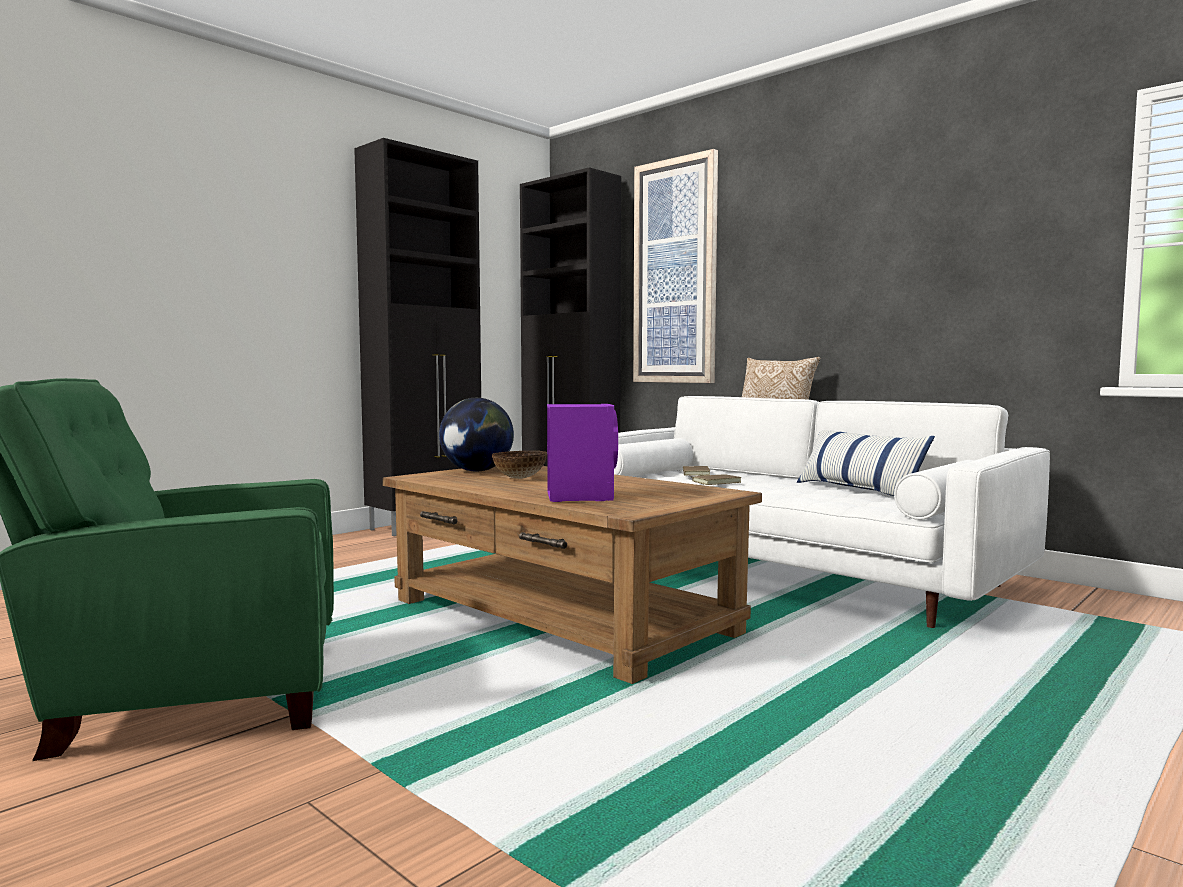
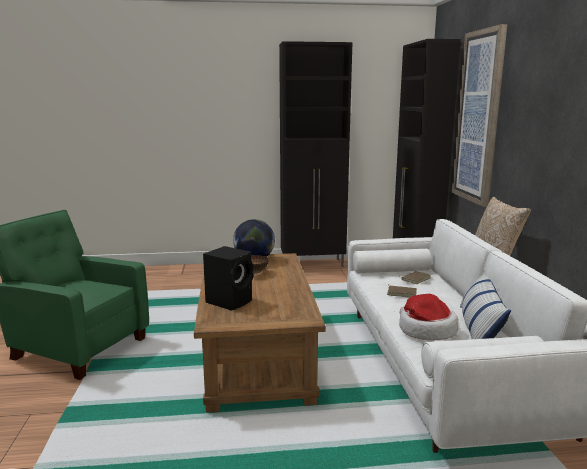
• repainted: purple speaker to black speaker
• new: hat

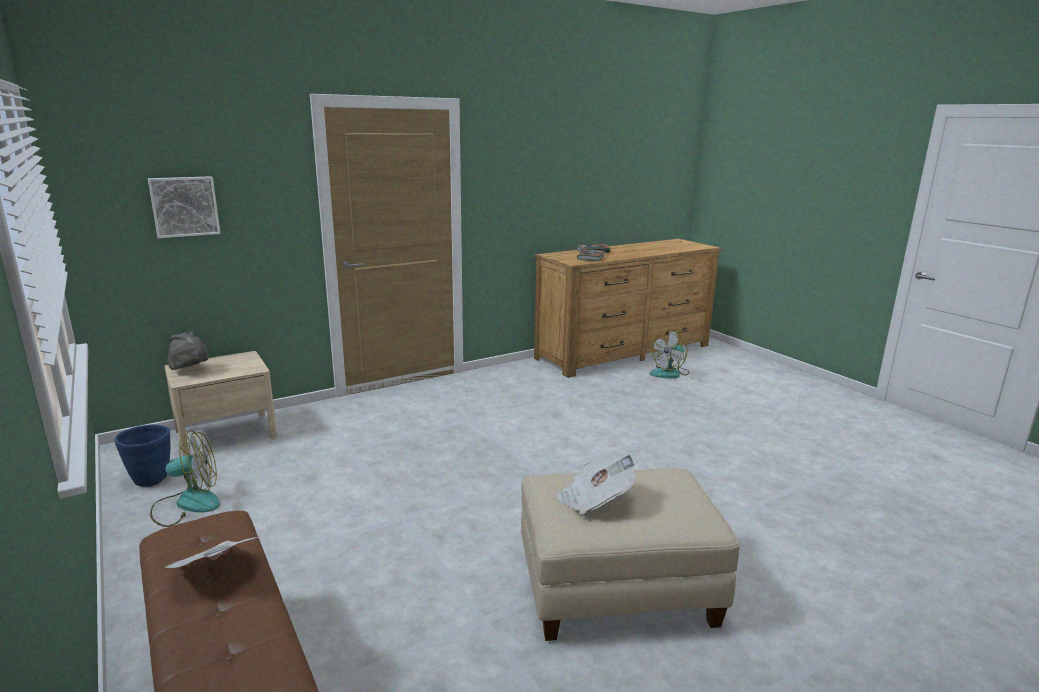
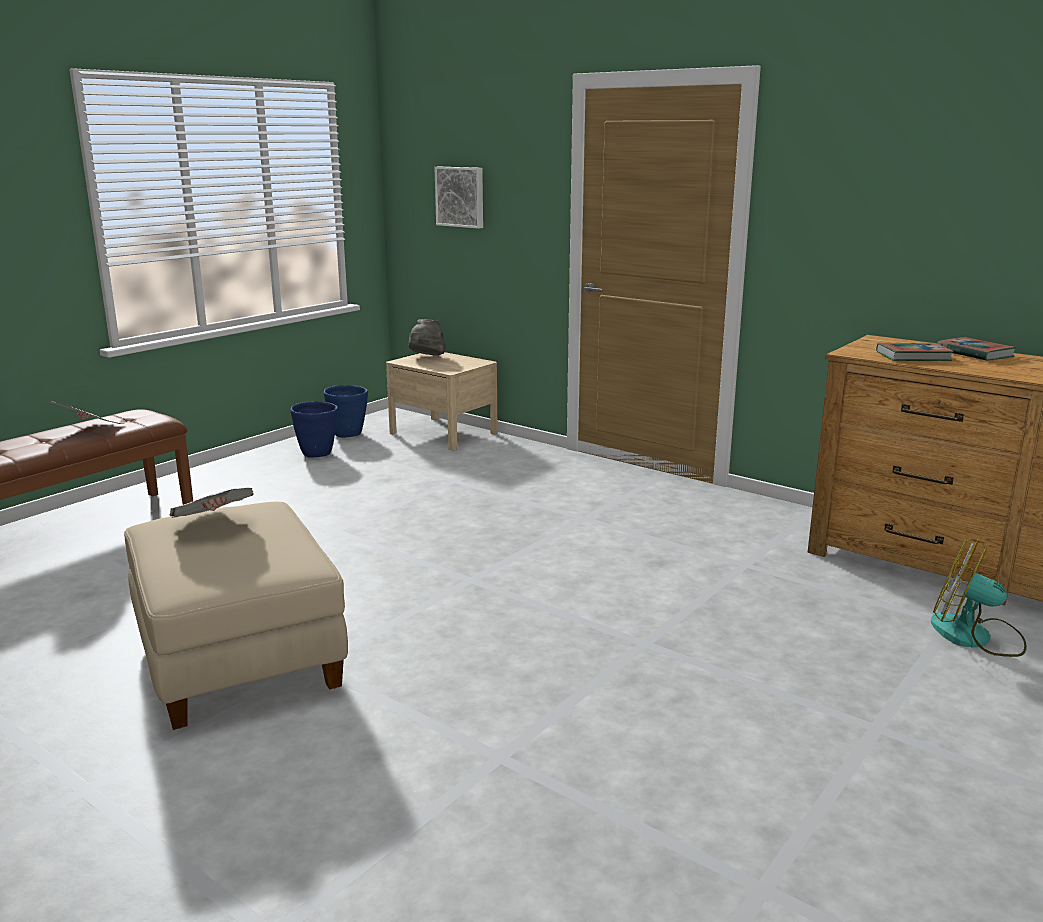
• swapped: fan (no. 1 from left) to blue planter (no. 1 from left)

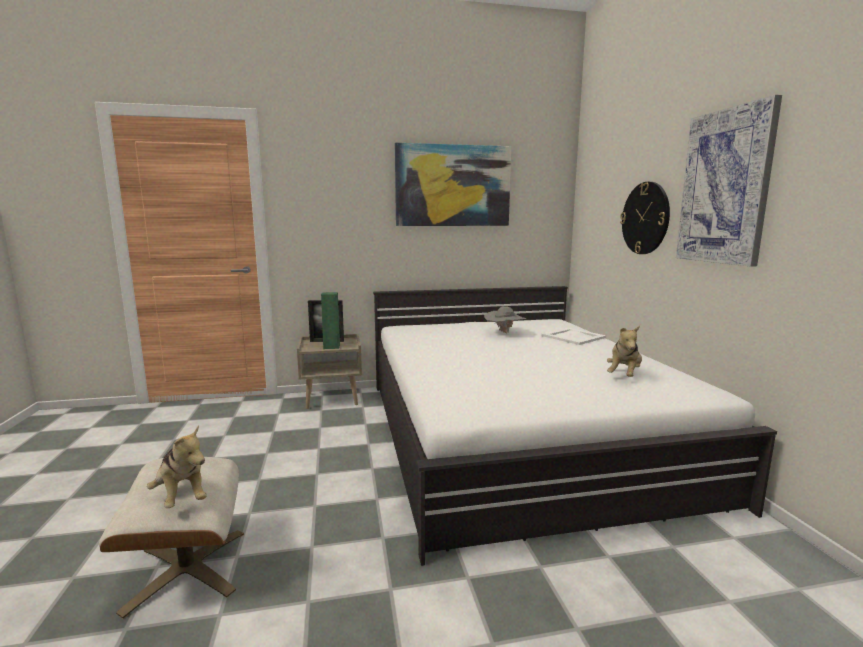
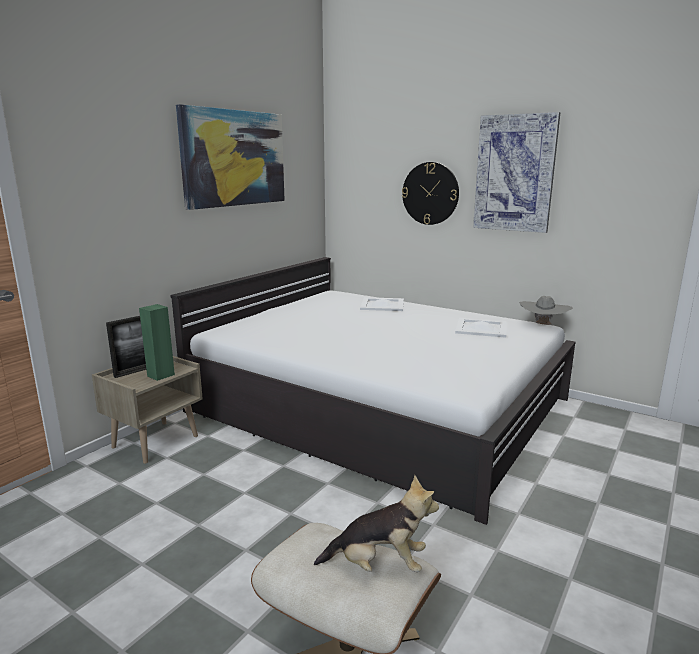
• swapped: plush toy (no. 2 from left) to white tray (no. 2 from left)
• shifted: grey hat

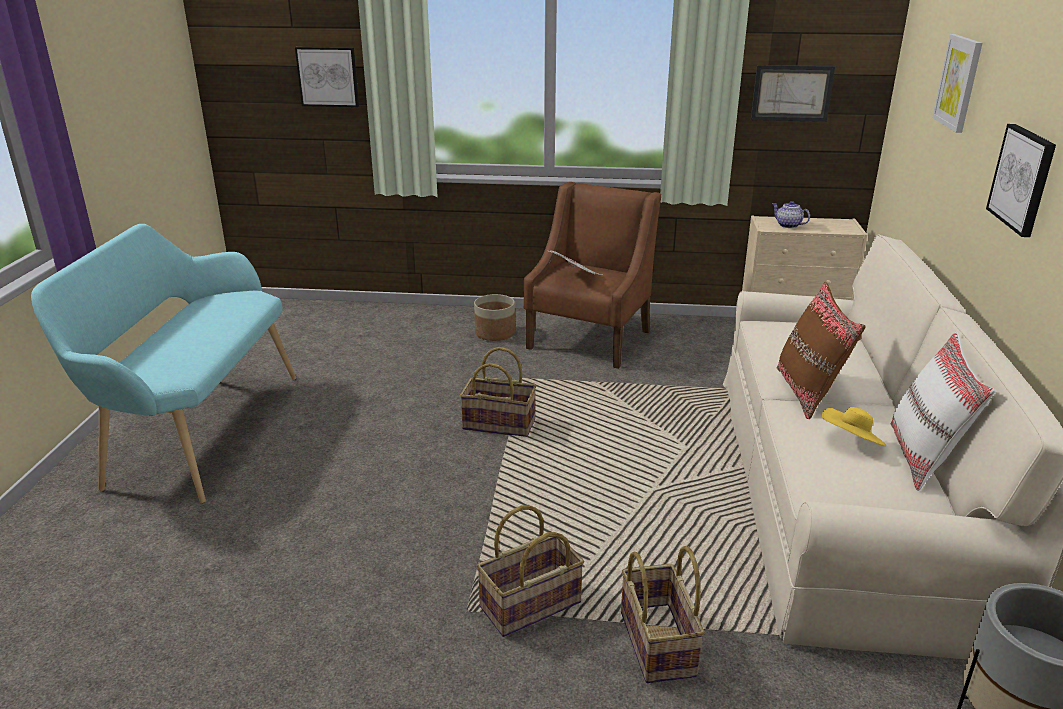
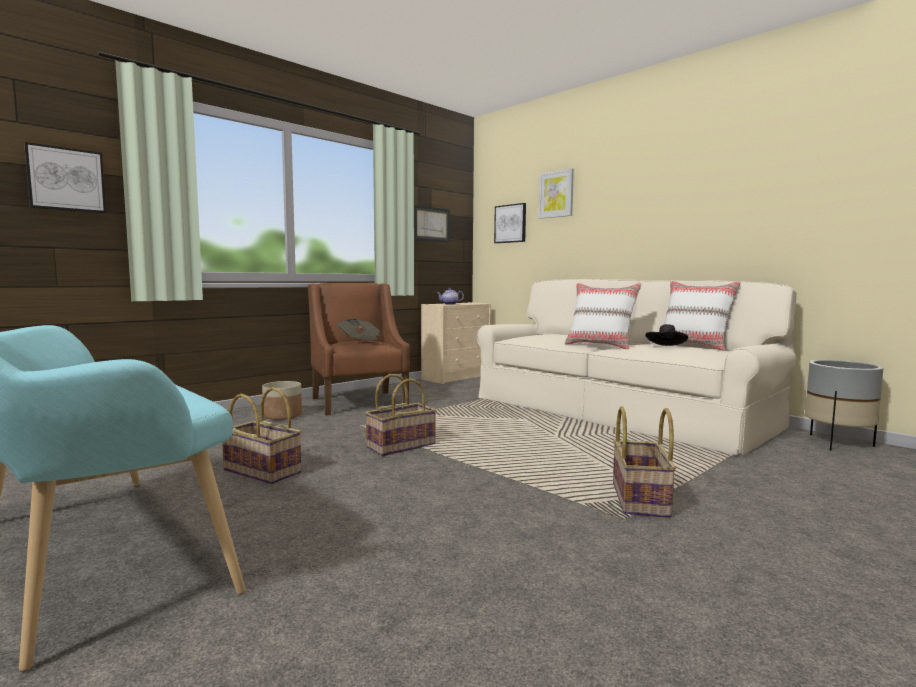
• shifted: basket (no. 3 from left in the first image) to basket (no. 1 from left)
• shifted: picture (no. 4 from left in the first image) to picture (no. 3 from left)
• repainted: brown pillow to white pillow (no. 1 from left)
• repainted: yellow hat to black hat

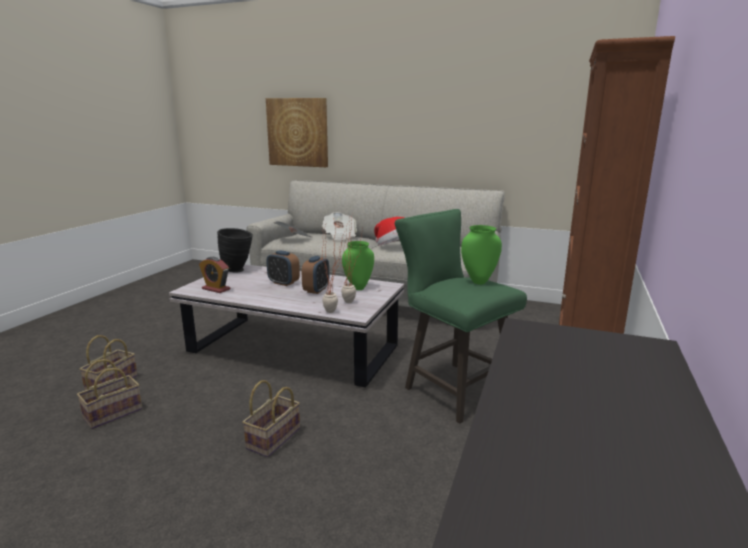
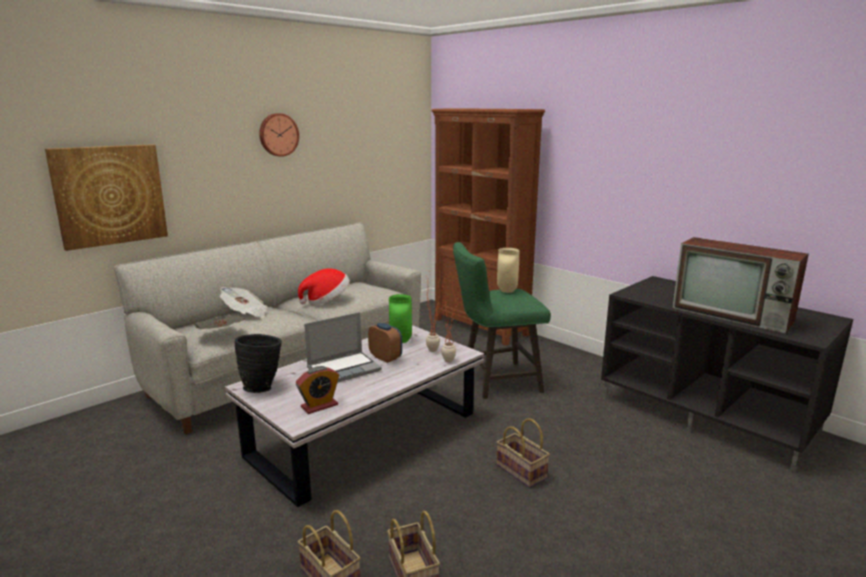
• new: wall clock
• swapped: alarm clock (no. 2 from left) to laptop
• repainted: green vase (no. 2 from left) to beige vase
• new: television

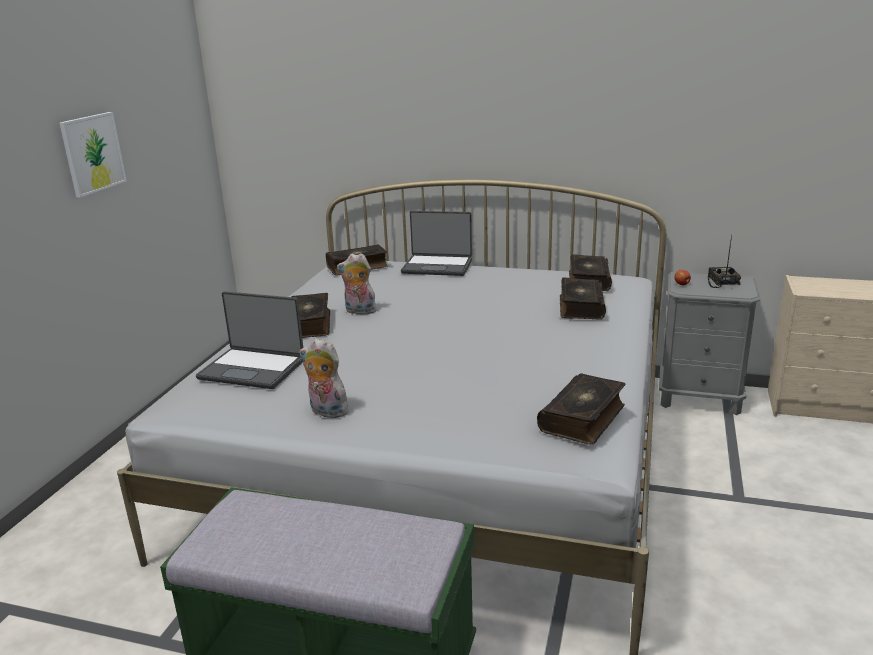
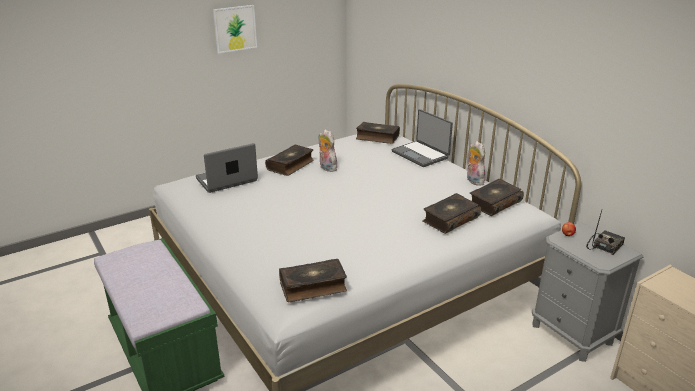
• rotated: laptop (no. 1 from left) 90 degrees clockwise
• shifted: plush toy (no. 1 from left in the first image) to plush toy (no. 2 from left)

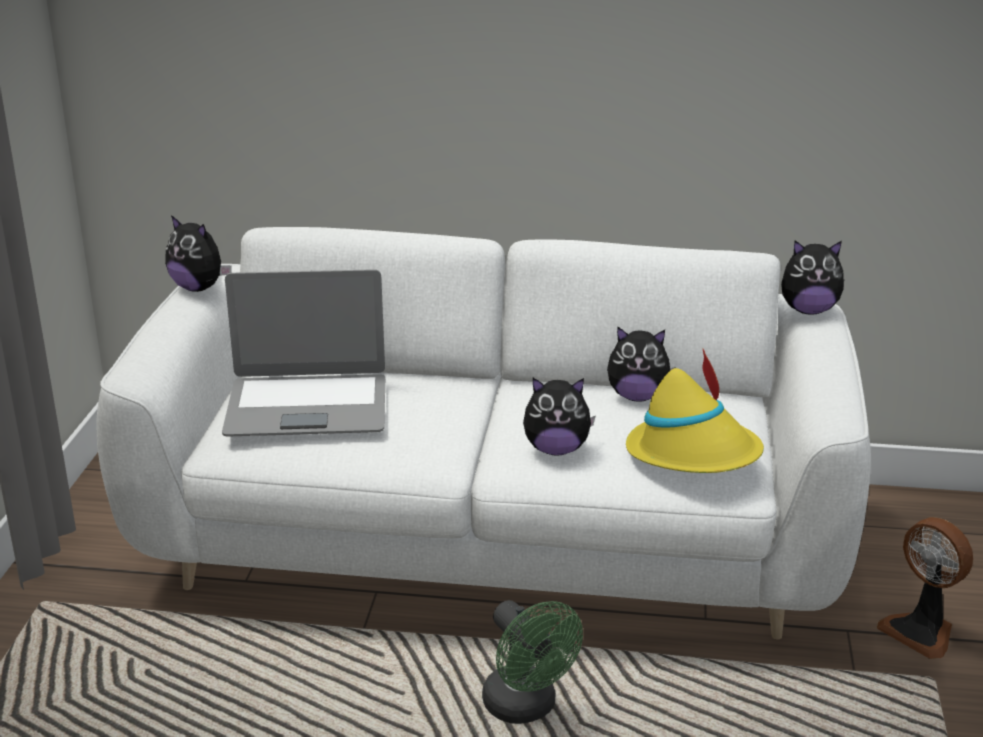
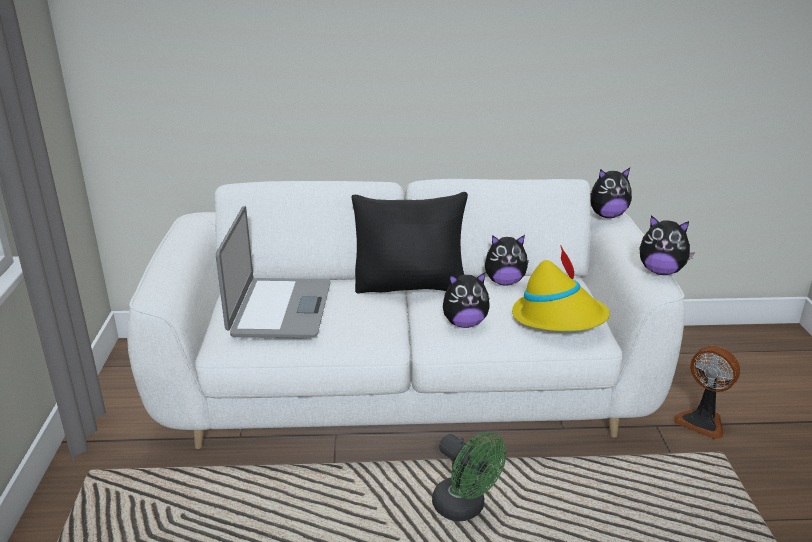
• rotated: laptop 75 degrees counterclockwise
• new: black pillow
• shifted: plush toy (no. 1 from left in the first image) to plush toy (no. 4 from left)

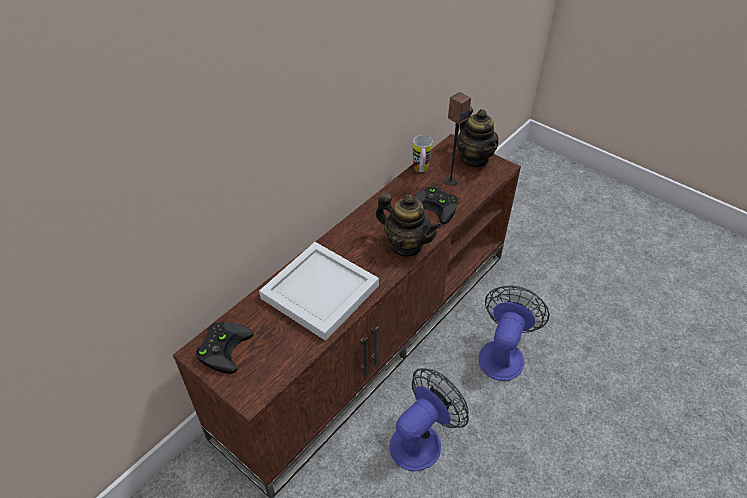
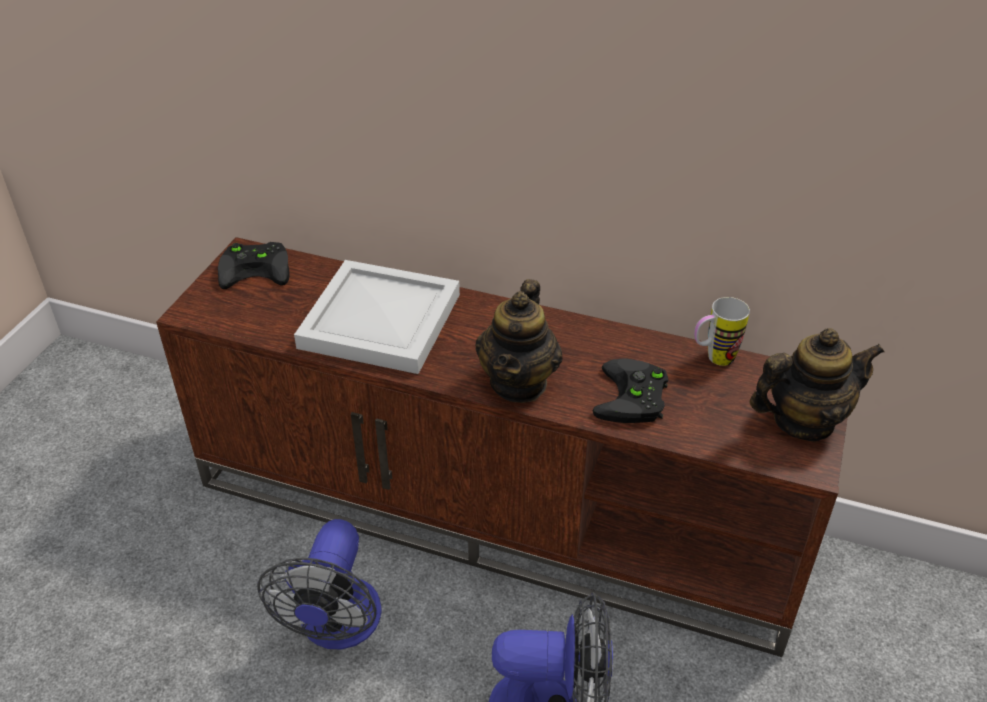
• rotated: fan (no. 1 from left) 75 degrees clockwise
• rotated: teapot (no. 2 from left) 150 degrees counterclockwise
• gone: speaker

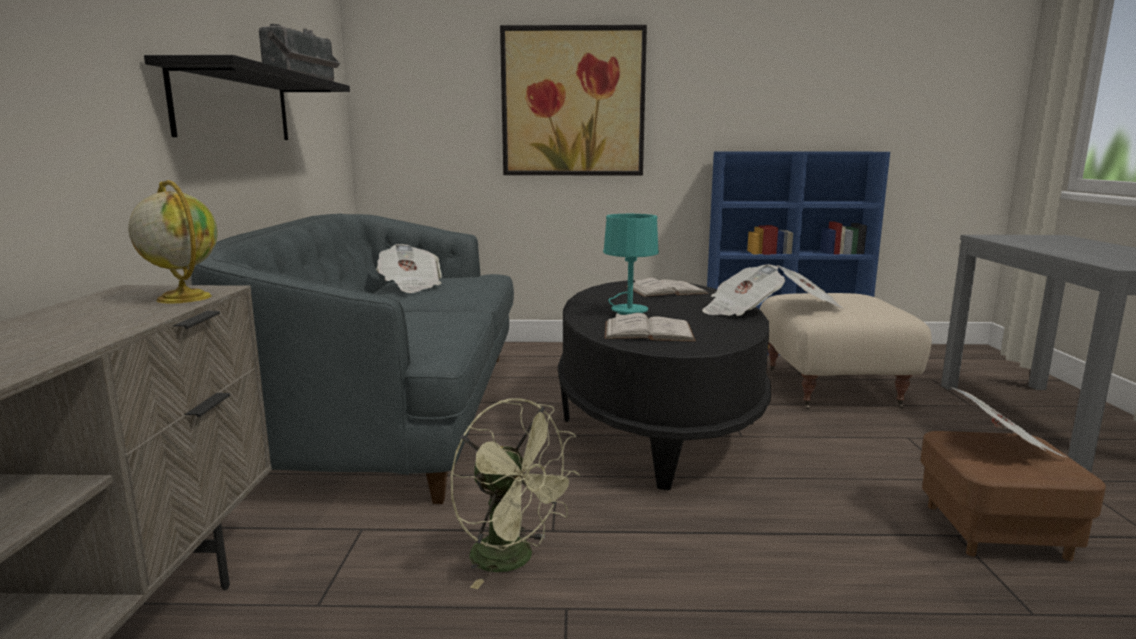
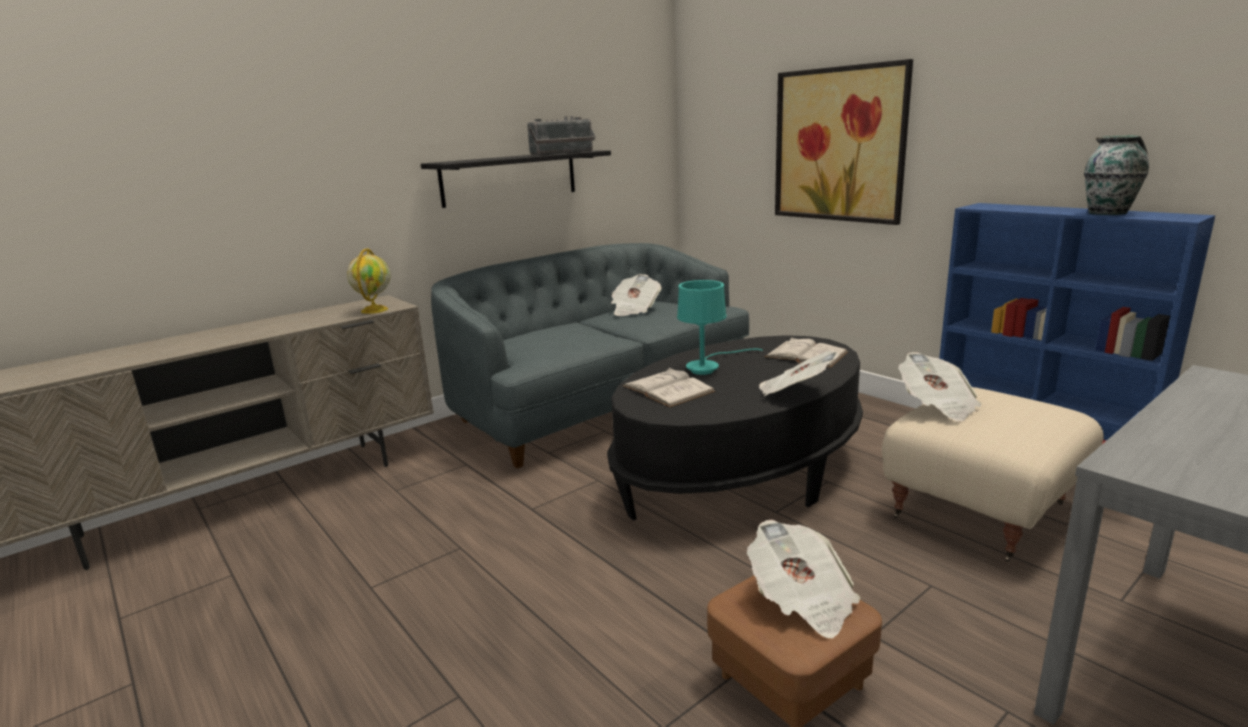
• new: vase
• gone: green fan

